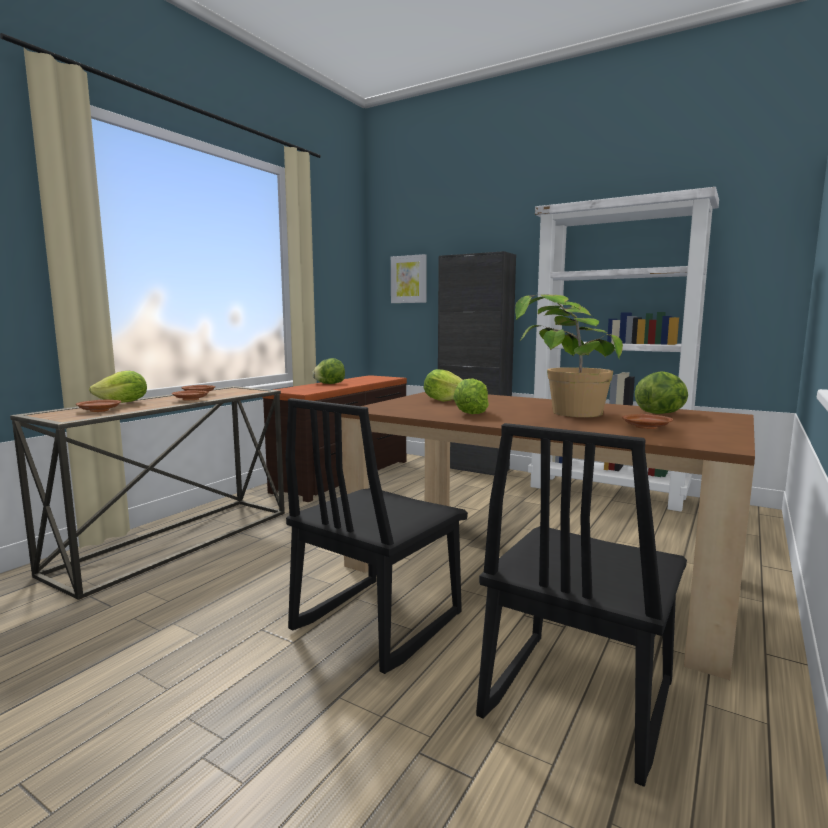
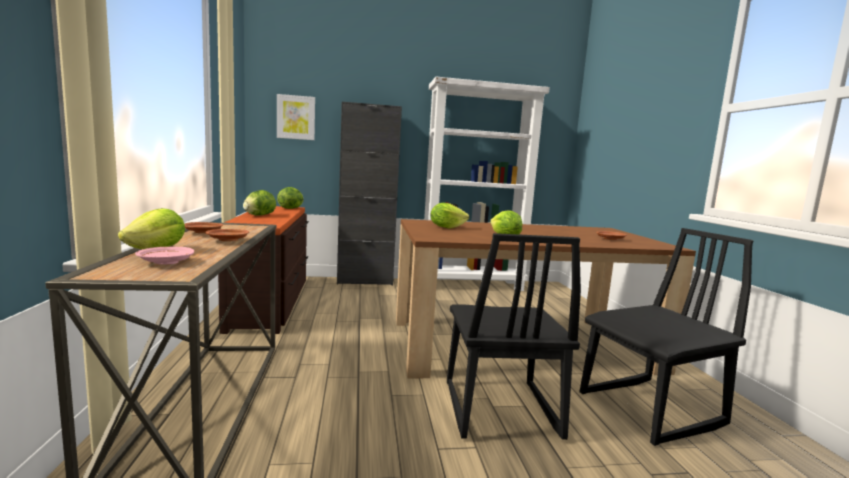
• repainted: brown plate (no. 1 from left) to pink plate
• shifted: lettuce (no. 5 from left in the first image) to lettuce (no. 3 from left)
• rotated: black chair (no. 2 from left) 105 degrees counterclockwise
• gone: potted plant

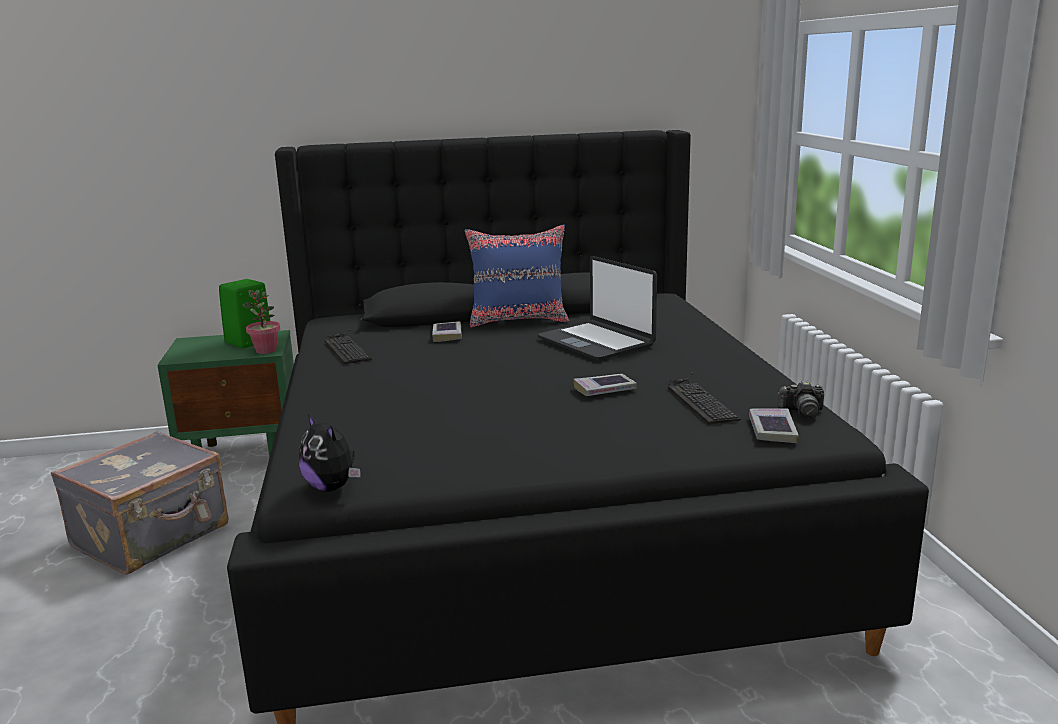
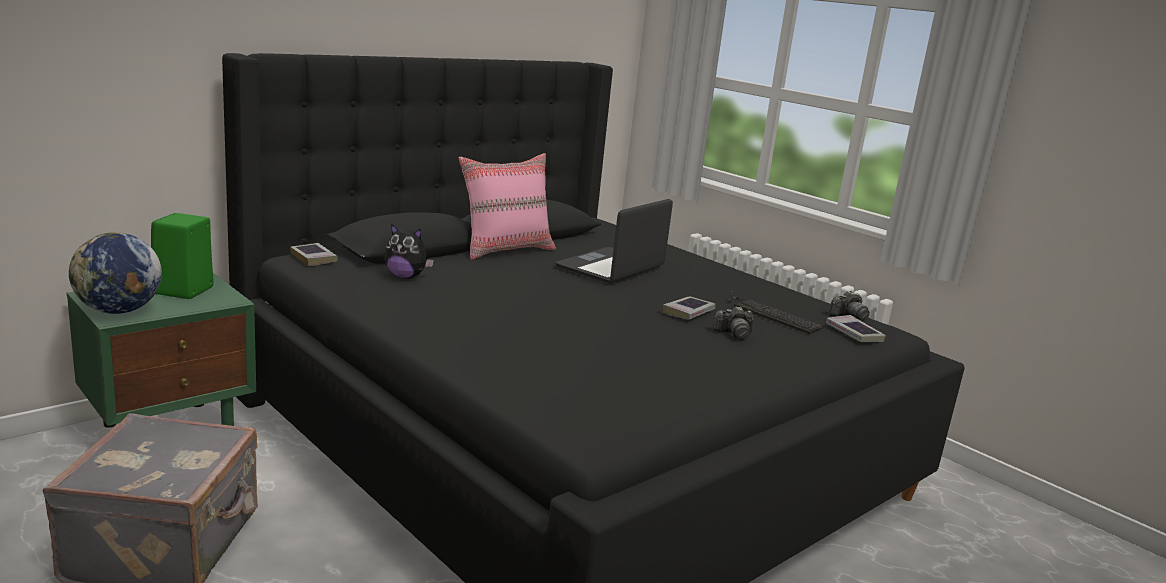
• new: globe
• shifted: book (no. 1 from left)
• shifted: plush toy
• repainted: blue pillow to pink pillow
• rotated: laptop 105 degrees clockwise
• new: photo camera (no. 1 from left)
• gone: potted plant
• gone: keyboard (no. 1 from left)

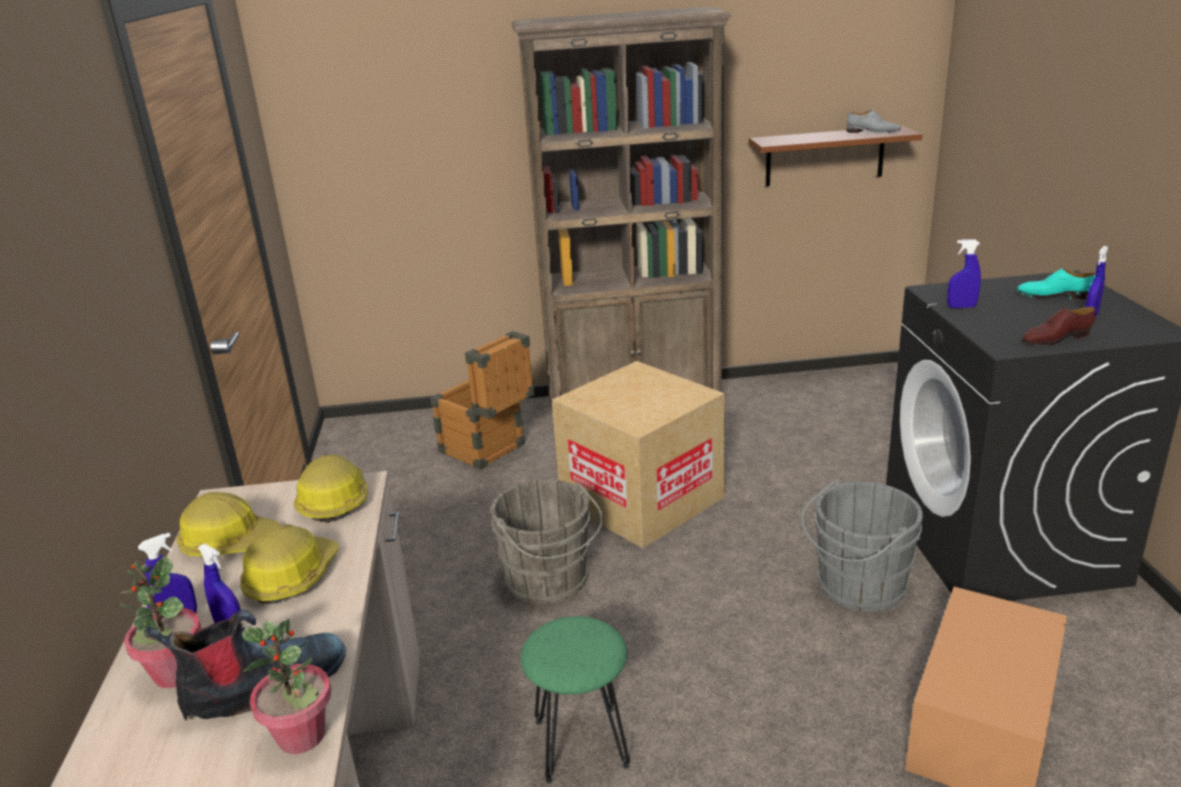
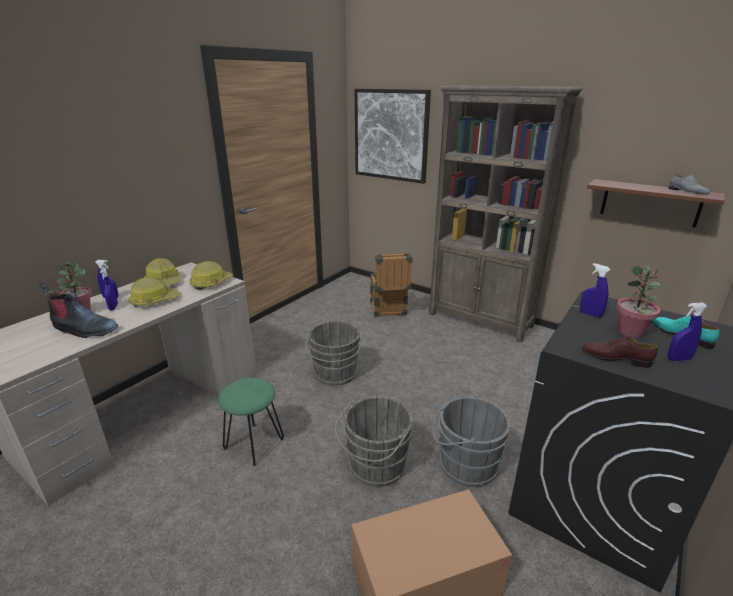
• new: grey bucket (no. 2 from left)
• new: picture
• shifted: potted plant (no. 2 from left)
• gone: cardboard box (no. 1 from left)

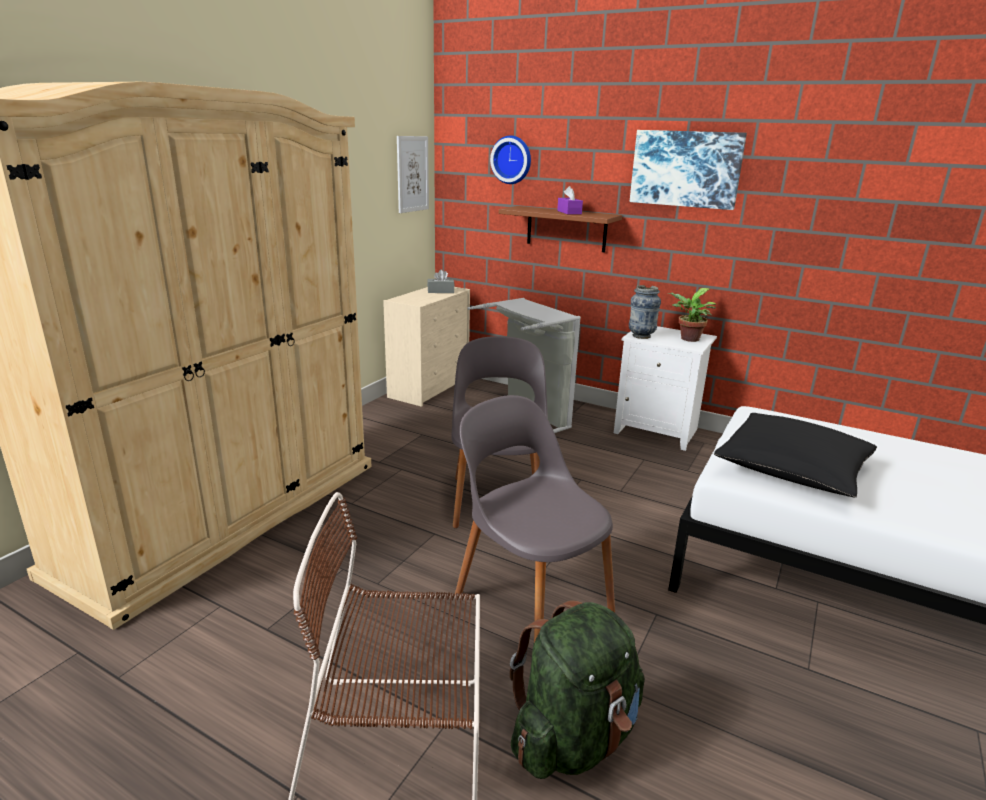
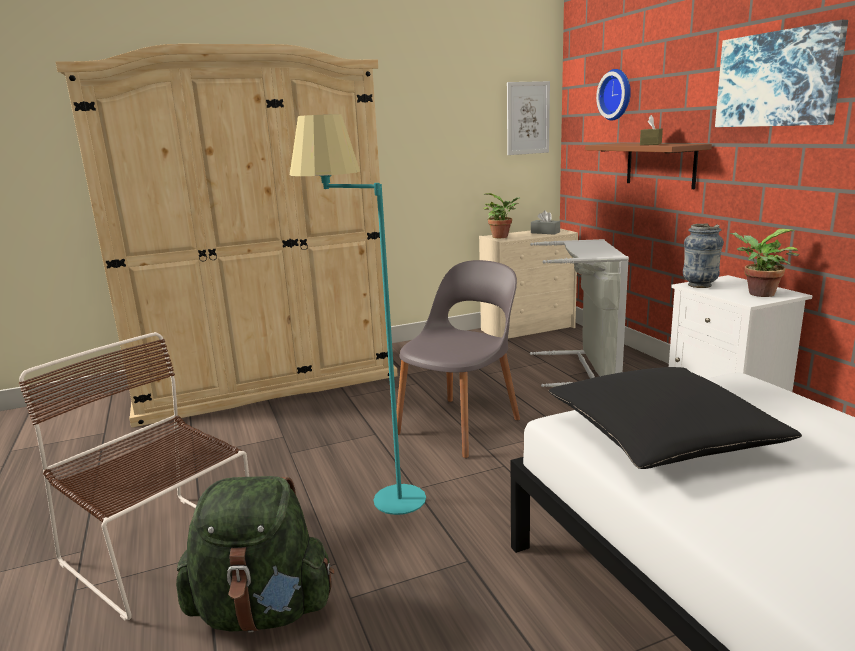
• swapped: grey chair (no. 2 from left) to turquoise floor lamp
• new: potted plant (no. 1 from left)
• repainted: purple tissue box to brown tissue box

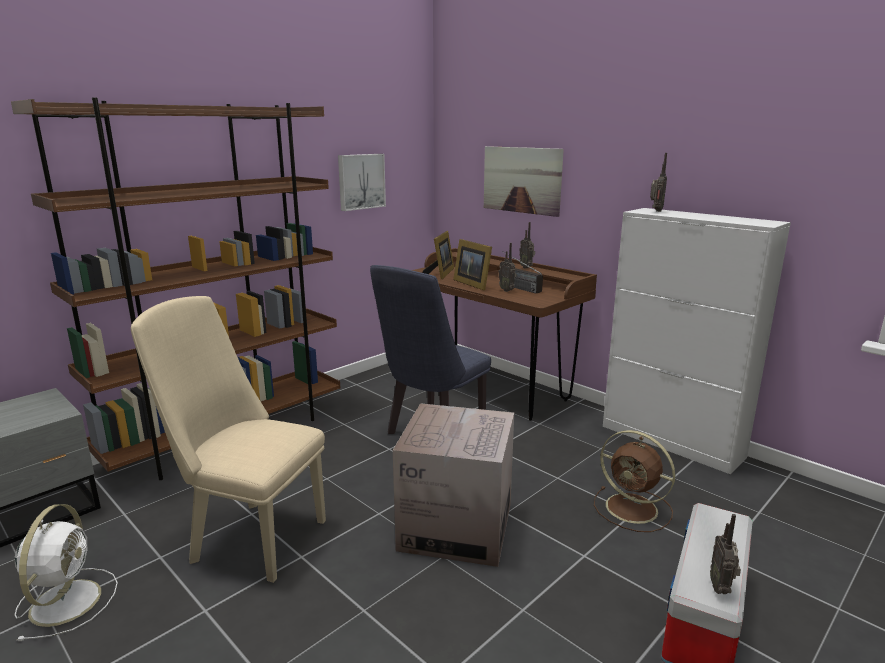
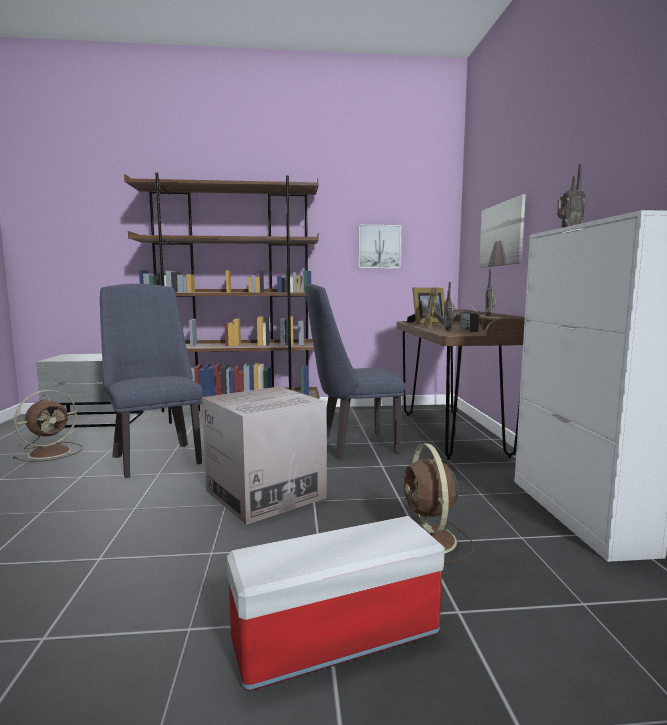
• repainted: white fan to brown fan (no. 1 from left)
• repainted: beige chair to blue chair (no. 1 from left)
• gone: radio (no. 5 from left)

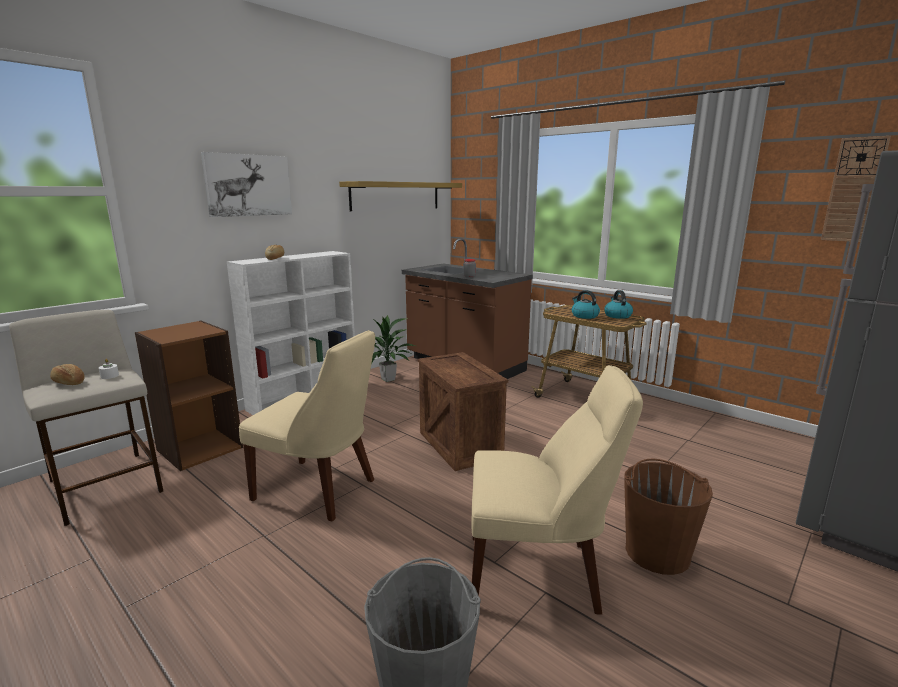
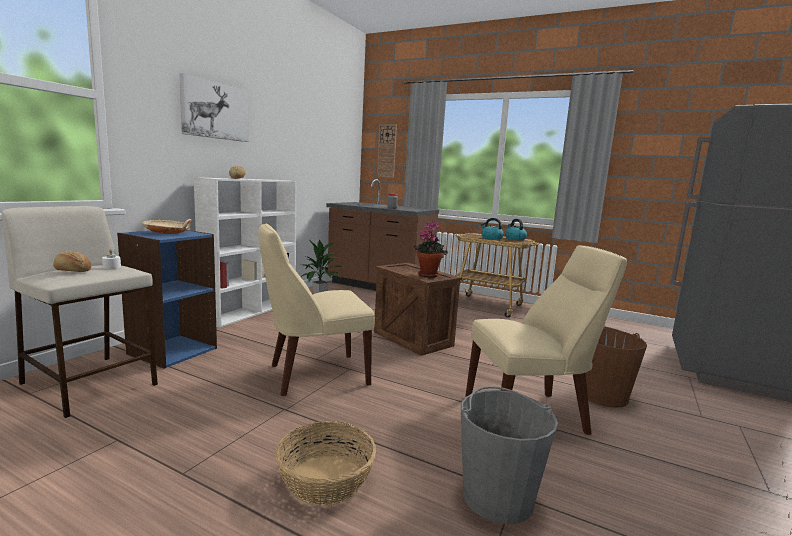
• repainted: brown bookcase to blue bookcase
• new: beige bowl
• rotated: beige chair (no. 1 from left) 150 degrees clockwise
• new: basket
• shifted: wall clock
• new: potted plant (no. 2 from left)
• gone: shelf

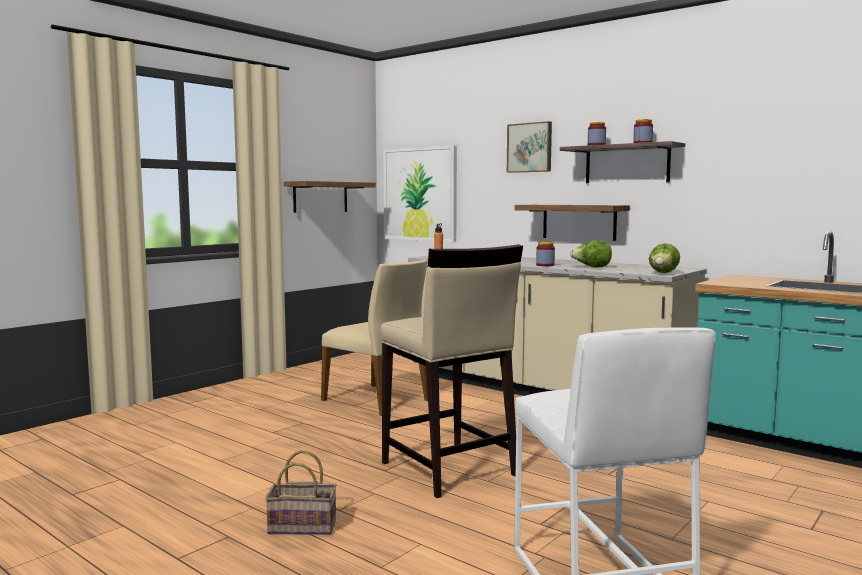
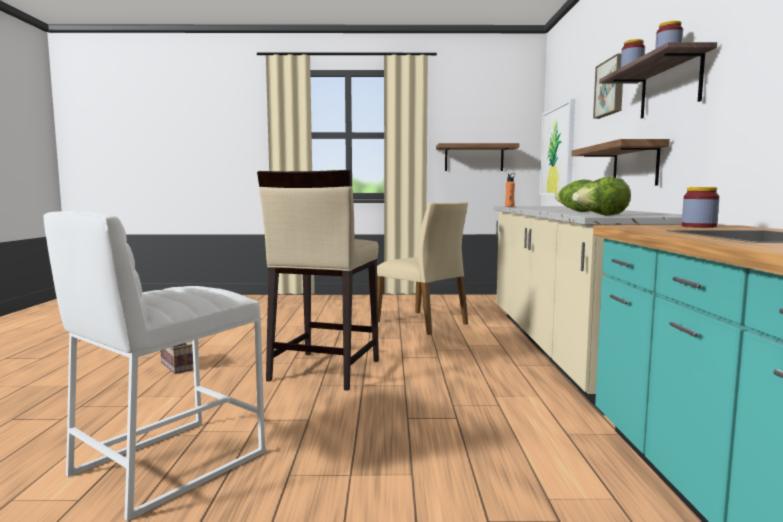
• rotated: beige chair 45 degrees counterclockwise
• shifted: jar (no. 1 from left in the first image) to jar (no. 3 from left)

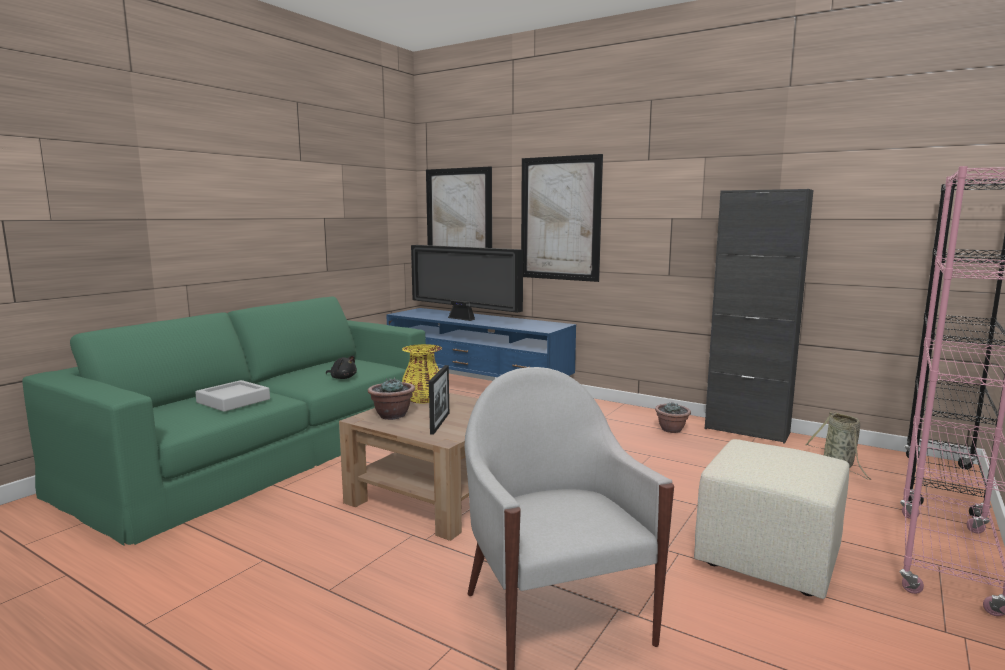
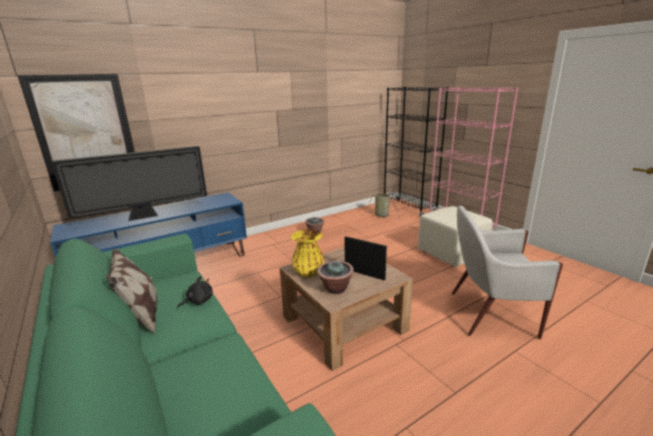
• new: pillow
• gone: grey tray
• gone: picture (no. 2 from left)
• gone: black cabinet

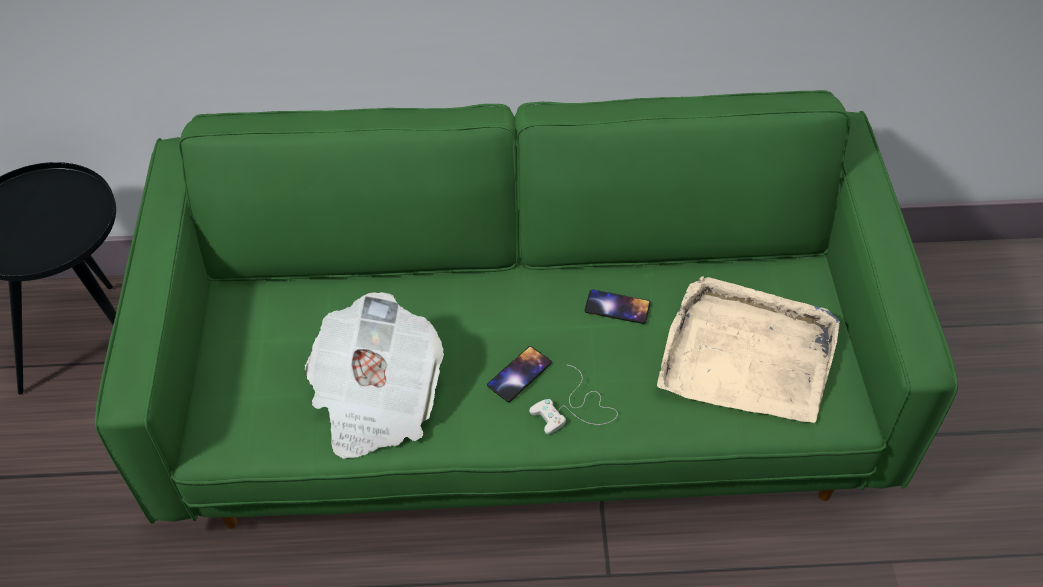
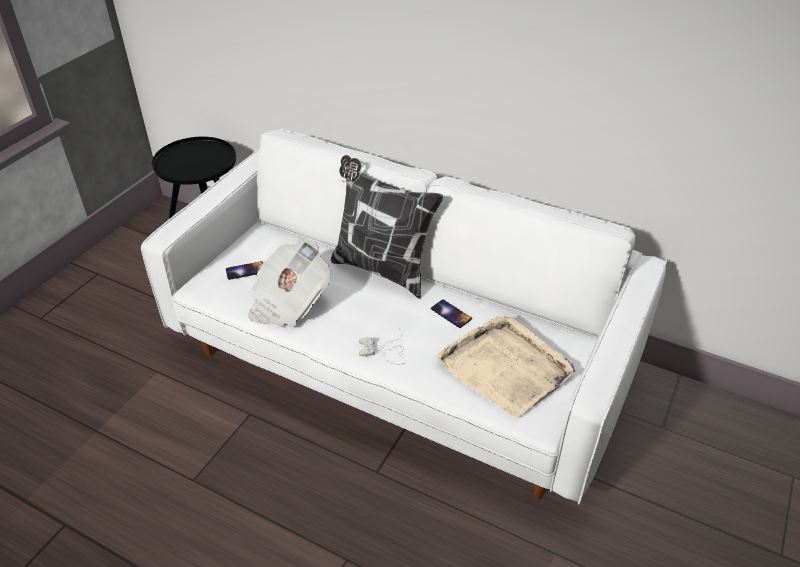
• repainted: green sofa to white sofa
• shifted: phone (no. 1 from left)
• new: pillow

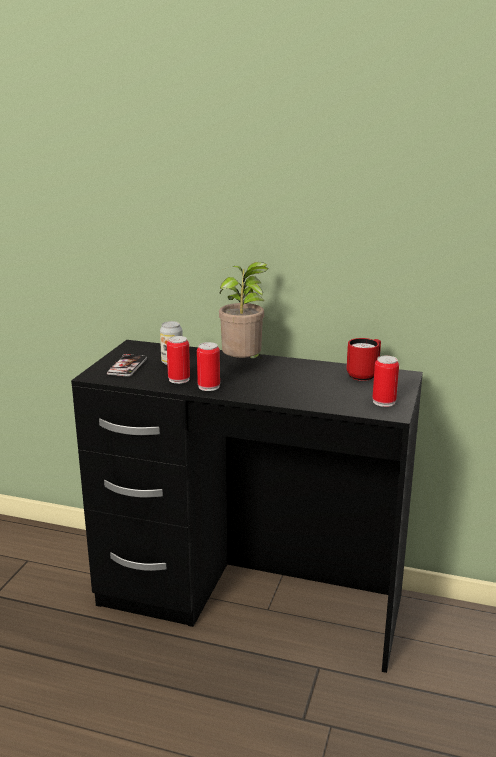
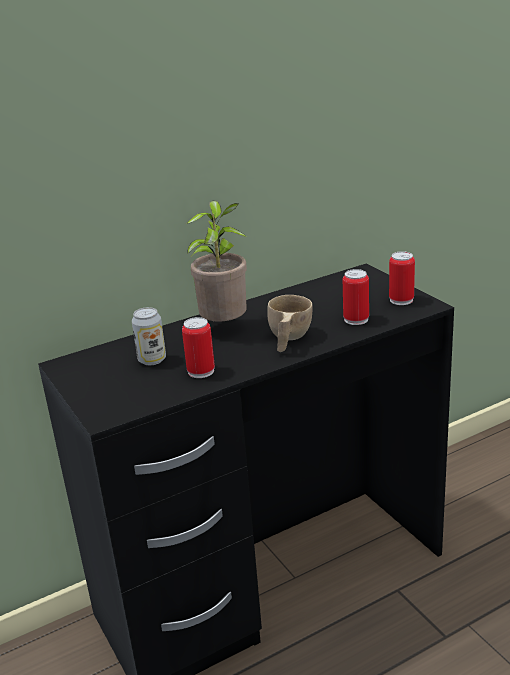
• new: beige cup
• shifted: can (no. 3 from left)
• gone: phone
• gone: red mug

